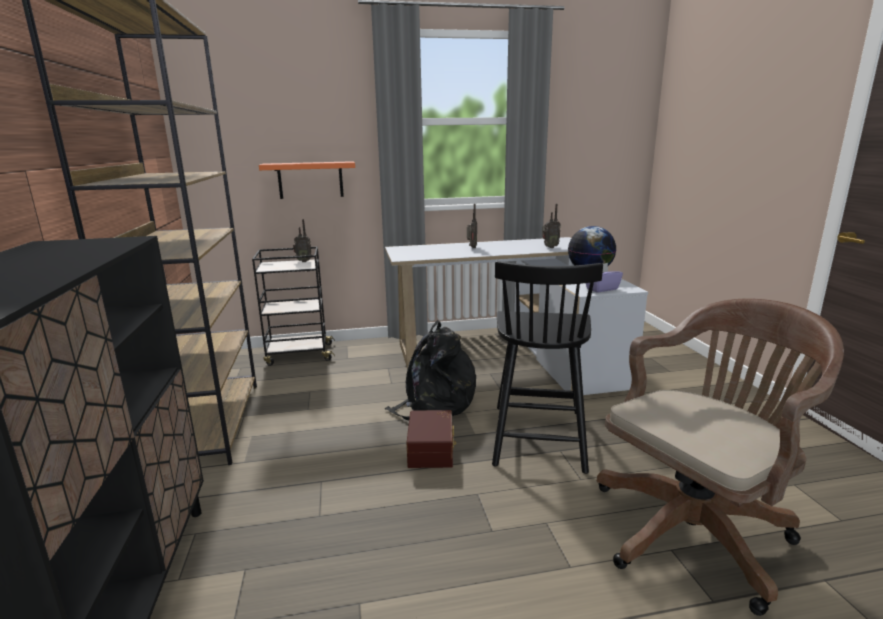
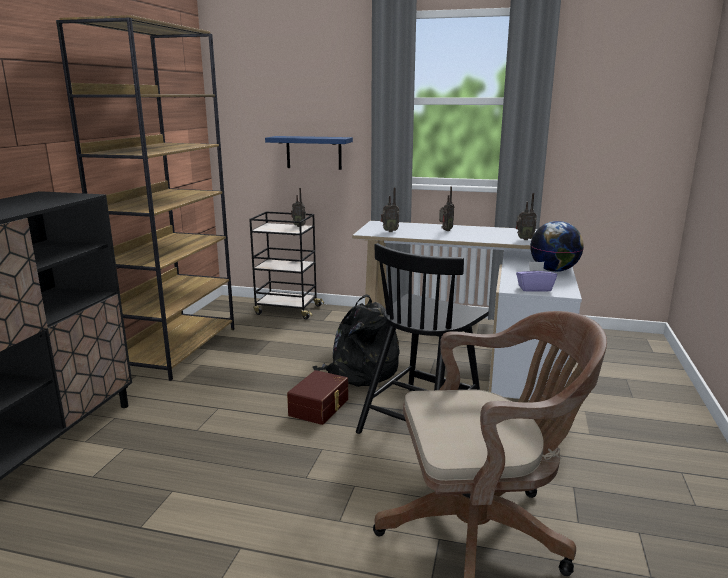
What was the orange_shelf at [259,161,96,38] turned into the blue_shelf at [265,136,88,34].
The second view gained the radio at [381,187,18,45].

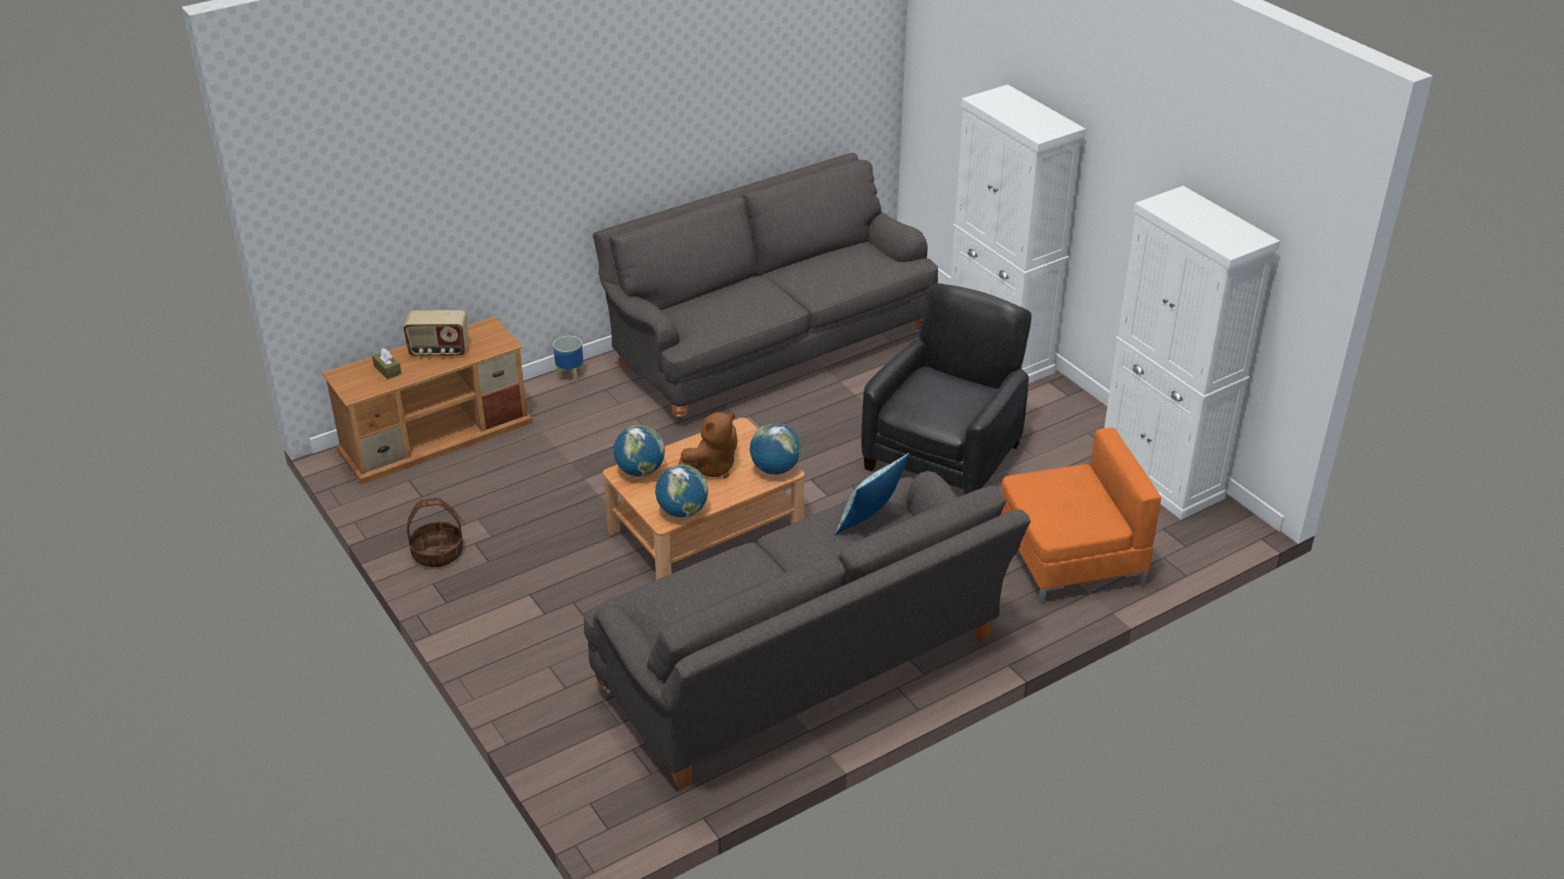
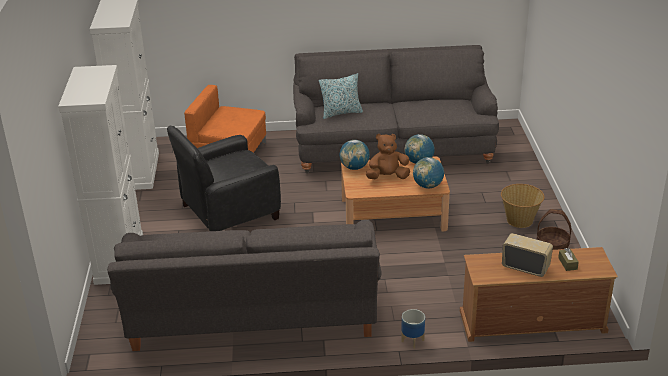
The second view gained the basket at [501,184,44,44].

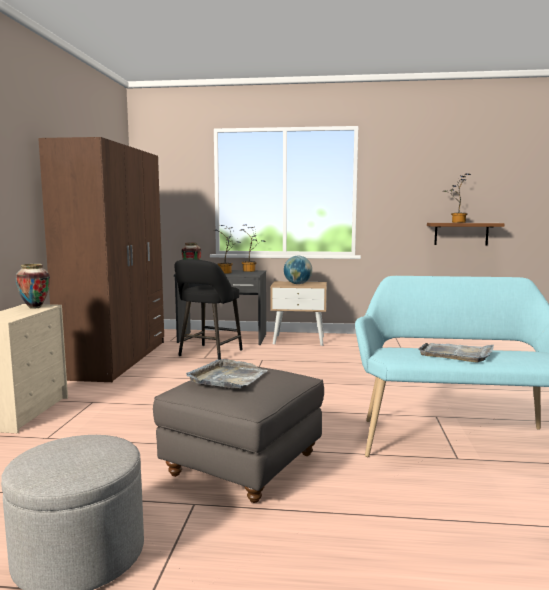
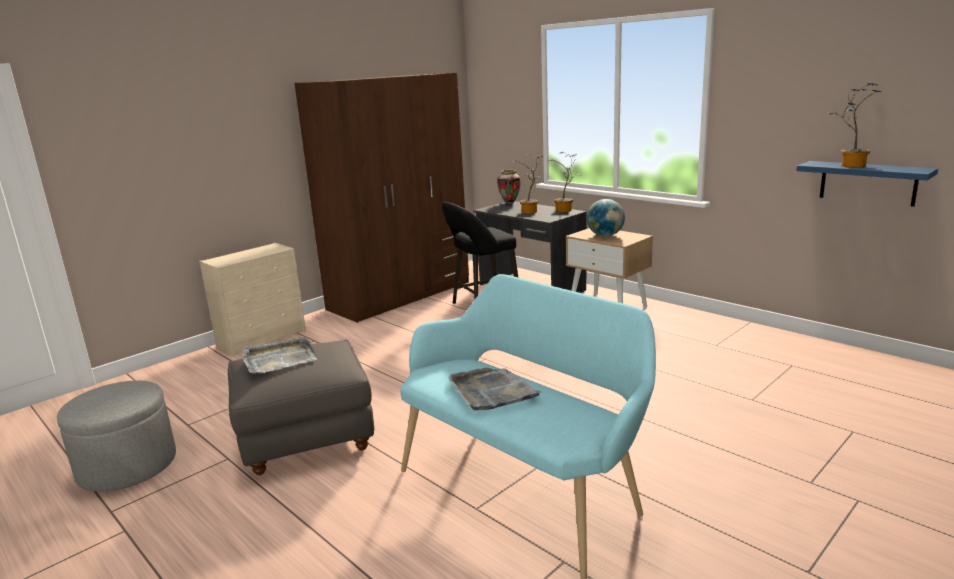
What was the brown_shelf at [427,223,78,22] turned into the blue_shelf at [796,161,142,46].
The second view lost the vase at [15,264,35,45].

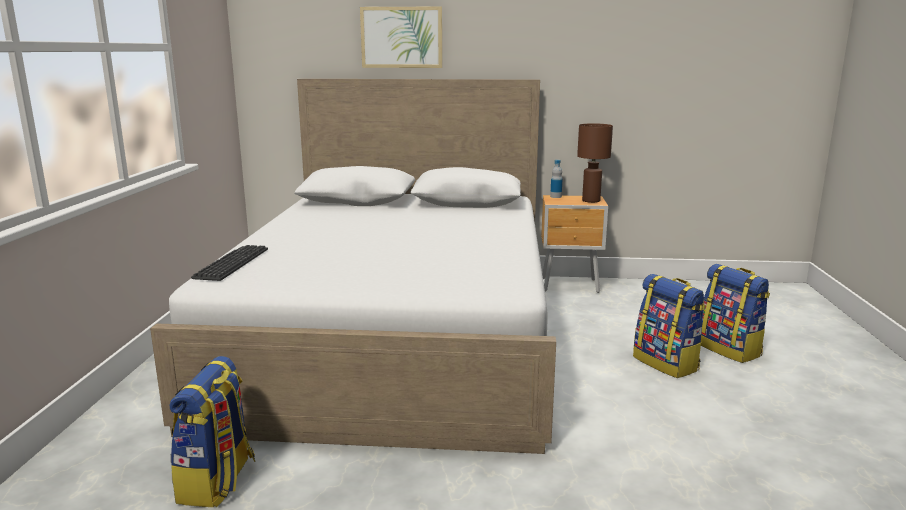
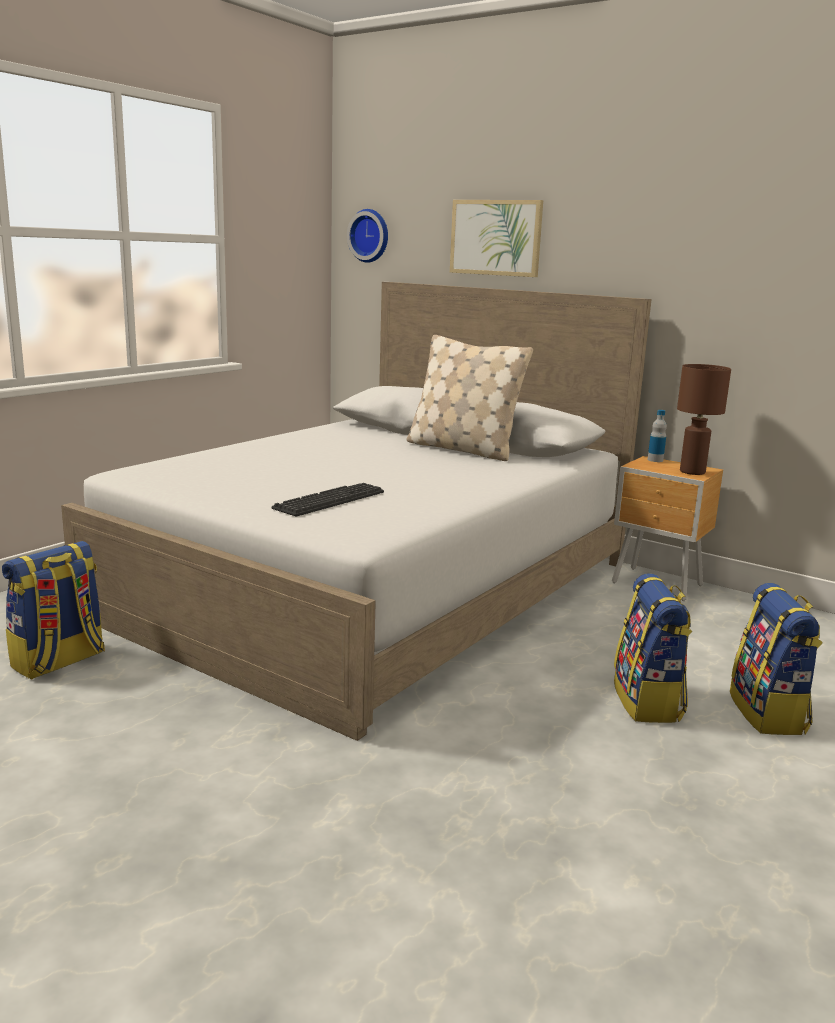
The keyboard ended up elsewhere, having gone from [191,245,77,36] to [272,483,112,33].
The second view gained the wall_clock at [347,209,41,54].
The second view gained the beige_pillow at [406,335,127,126].

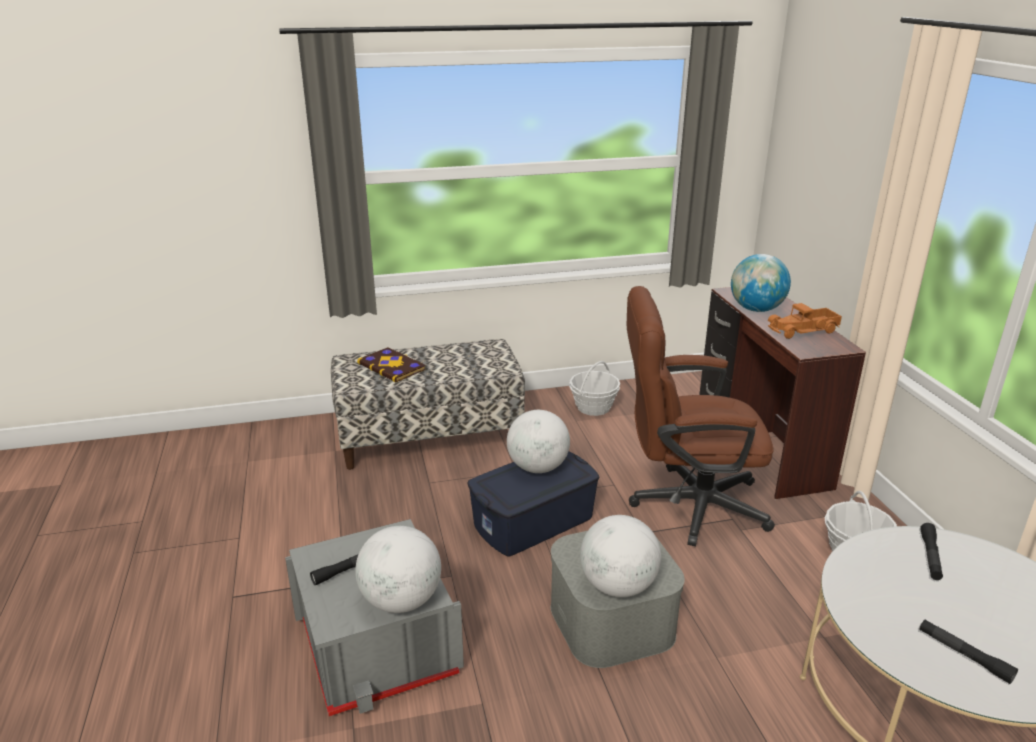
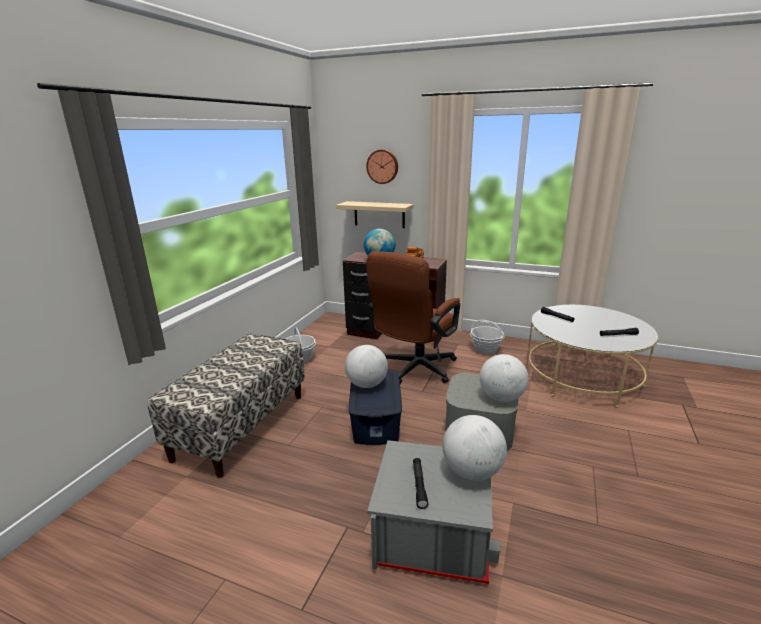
The second view lost the book at [357,347,69,36].
The second view gained the wall_clock at [366,150,32,34].
The second view gained the beige_shelf at [336,201,78,27].

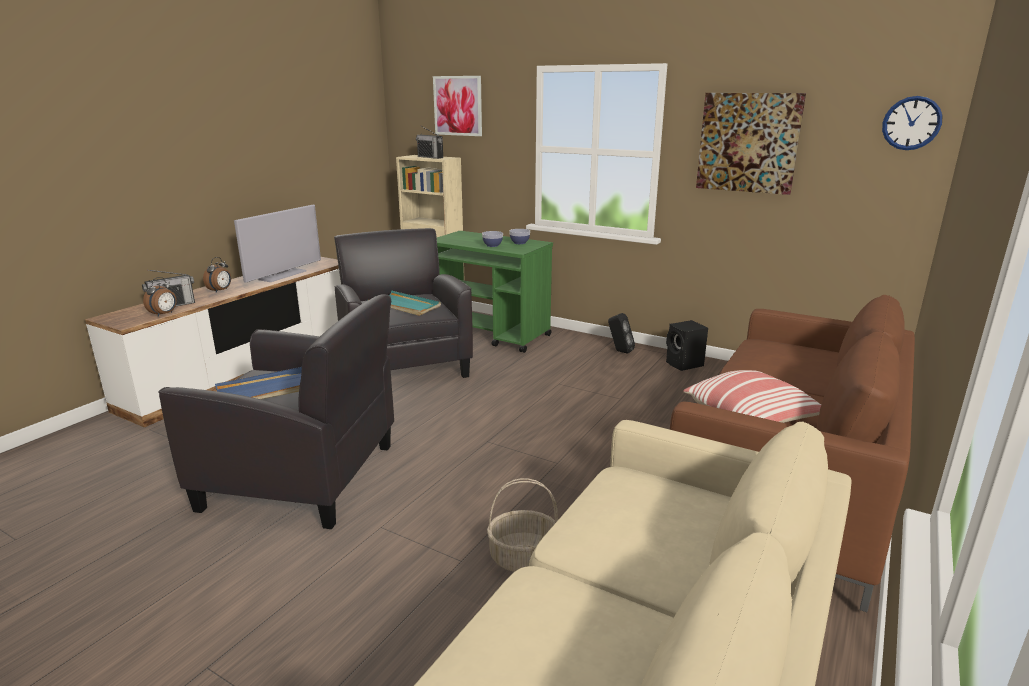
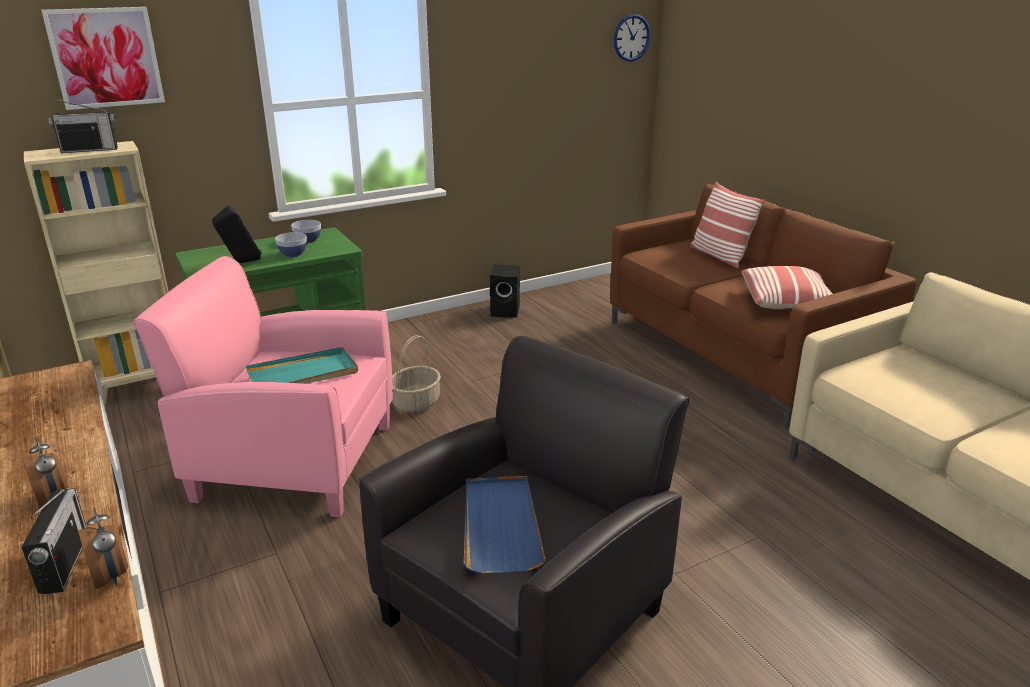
The second view lost the picture at [696,93,110,102].
The second view lost the television at [234,205,87,78].
What was the black_armchair at [334,228,139,150] turned into the pink_armchair at [134,256,259,262].
The black_speaker ended up elsewhere, having gone from [608,313,27,41] to [212,205,50,58].
The basket ended up elsewhere, having gone from [487,478,71,94] to [392,335,49,77].
The second view gained the pillow at [690,181,75,87].

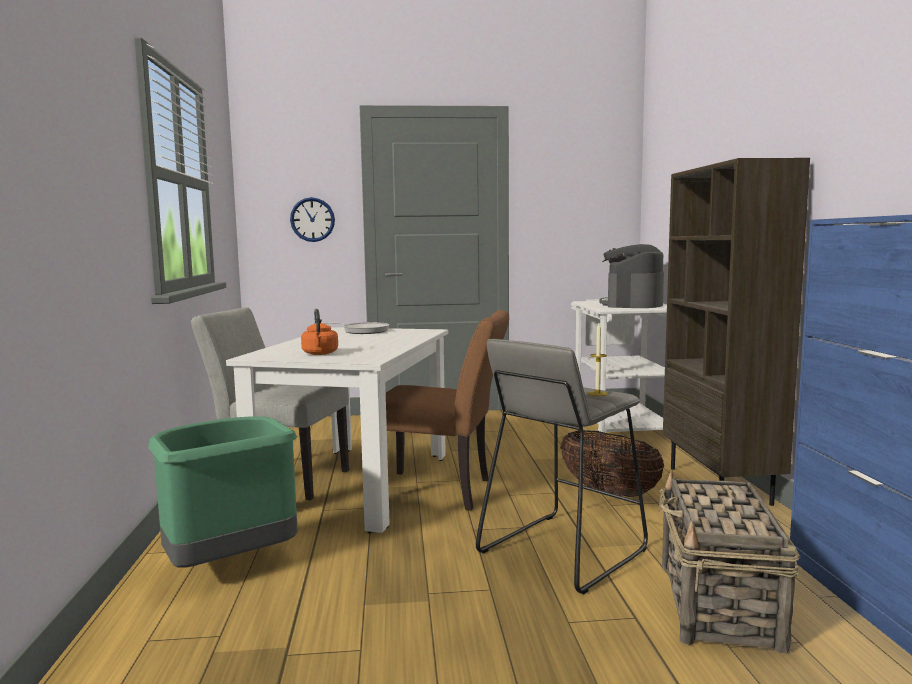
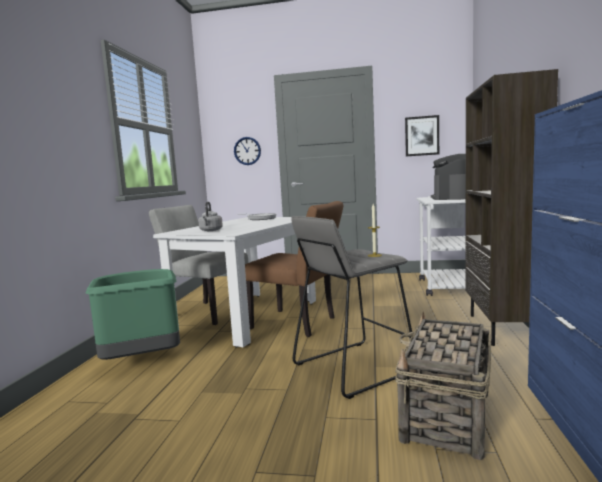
What was the orange_kettle at [301,309,37,46] turned into the grey_kettle at [198,202,25,29].
The second view lost the basket at [560,430,104,67].
The second view gained the picture at [405,115,34,41].

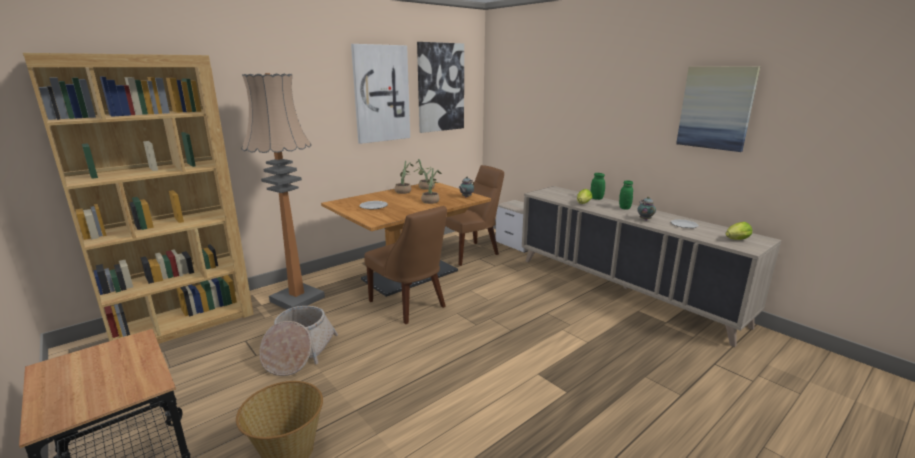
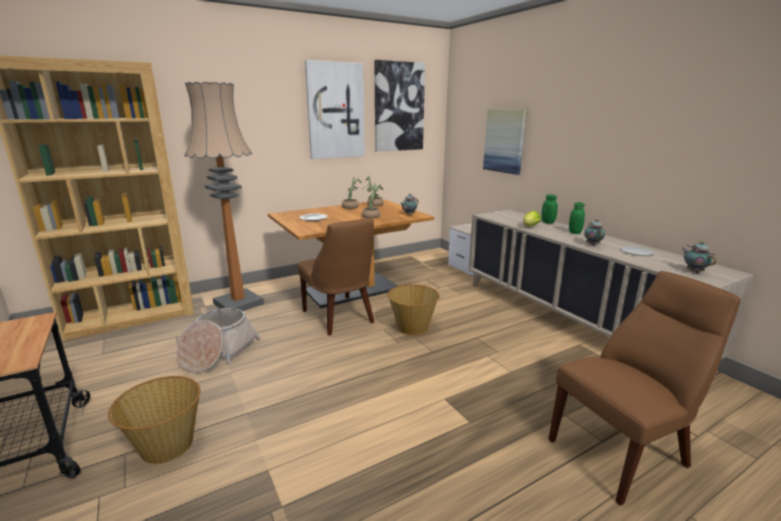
The picture ended up elsewhere, having gone from [676,67,84,85] to [483,109,44,66].
The brown_chair ended up elsewhere, having gone from [445,165,59,101] to [548,271,193,234].
Where the lettuce stood at [726,222,26,18], the teapot came to stand at [682,241,34,32].
The second view gained the basket at [387,285,53,50].

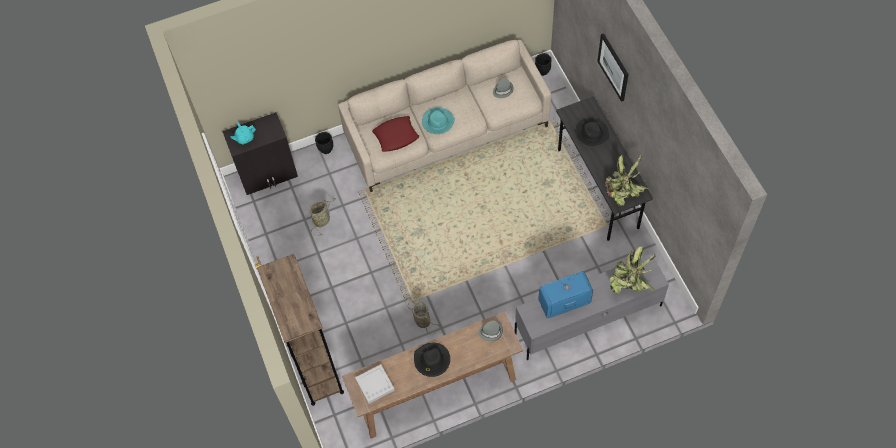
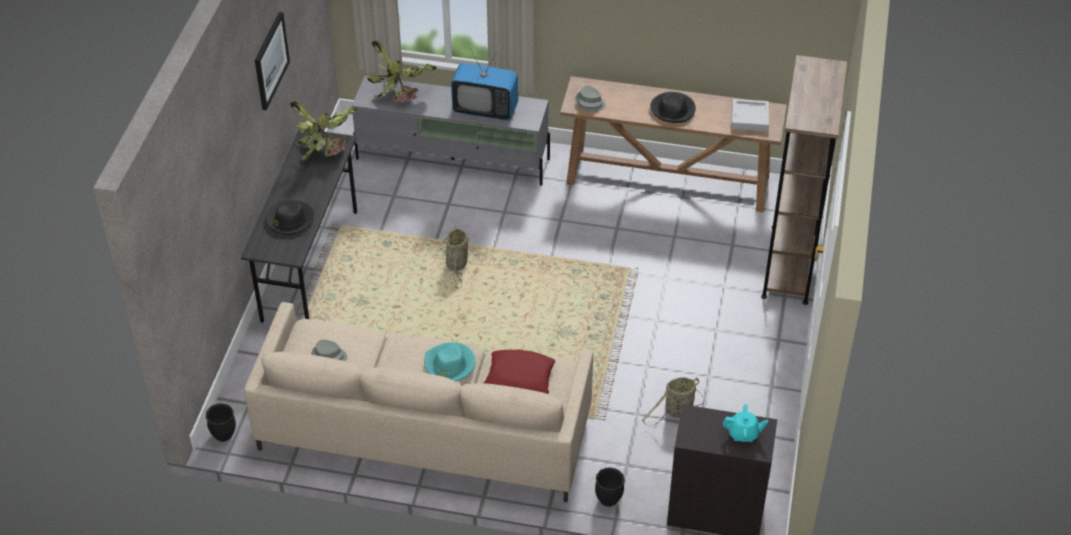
The picture ended up elsewhere, having gone from [597,33,32,69] to [255,12,35,98].
The basket ended up elsewhere, having gone from [405,298,36,37] to [442,225,26,63].

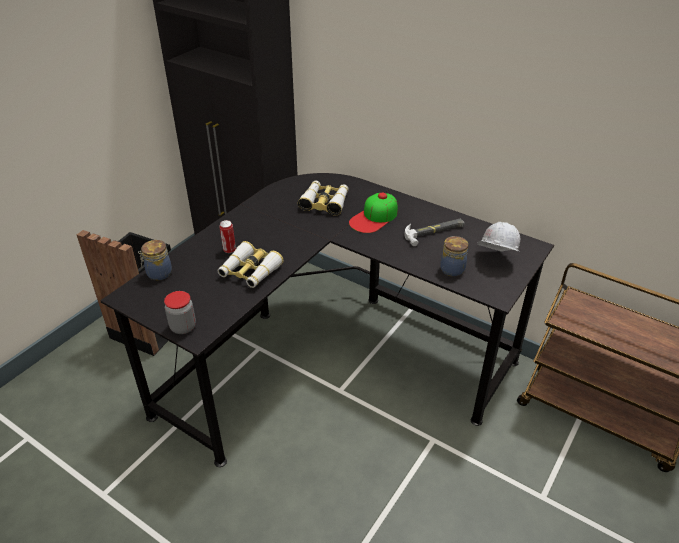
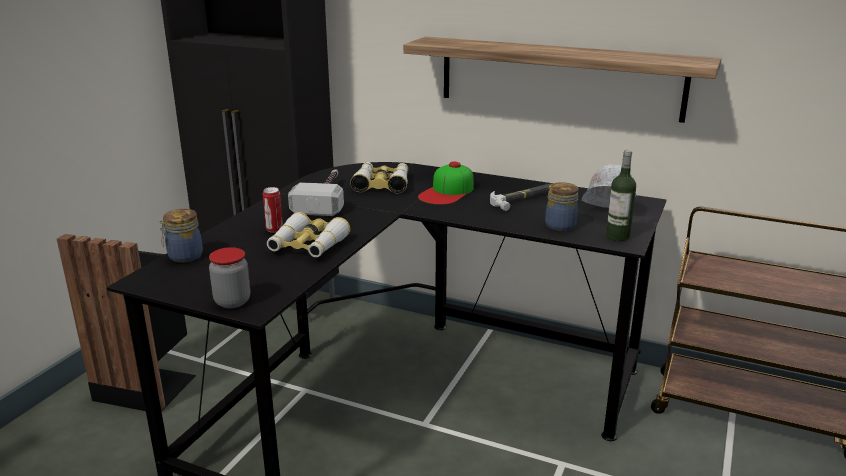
The second view gained the shelf at [403,37,319,86].
The second view gained the bottle at [606,150,30,91].
The second view gained the hammer at [288,169,56,47].

